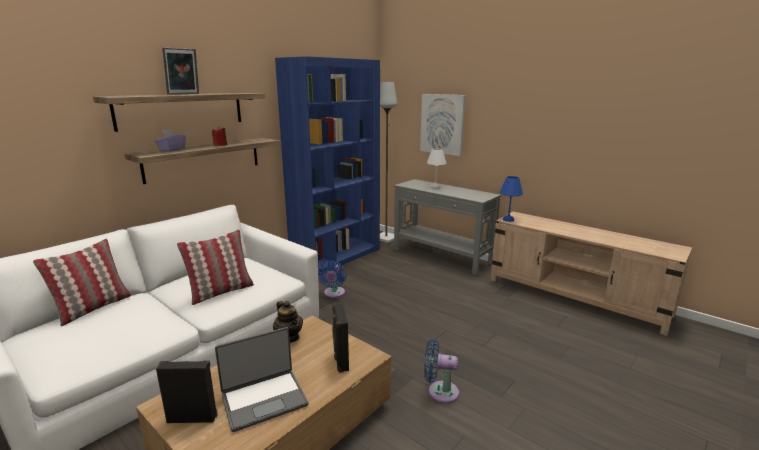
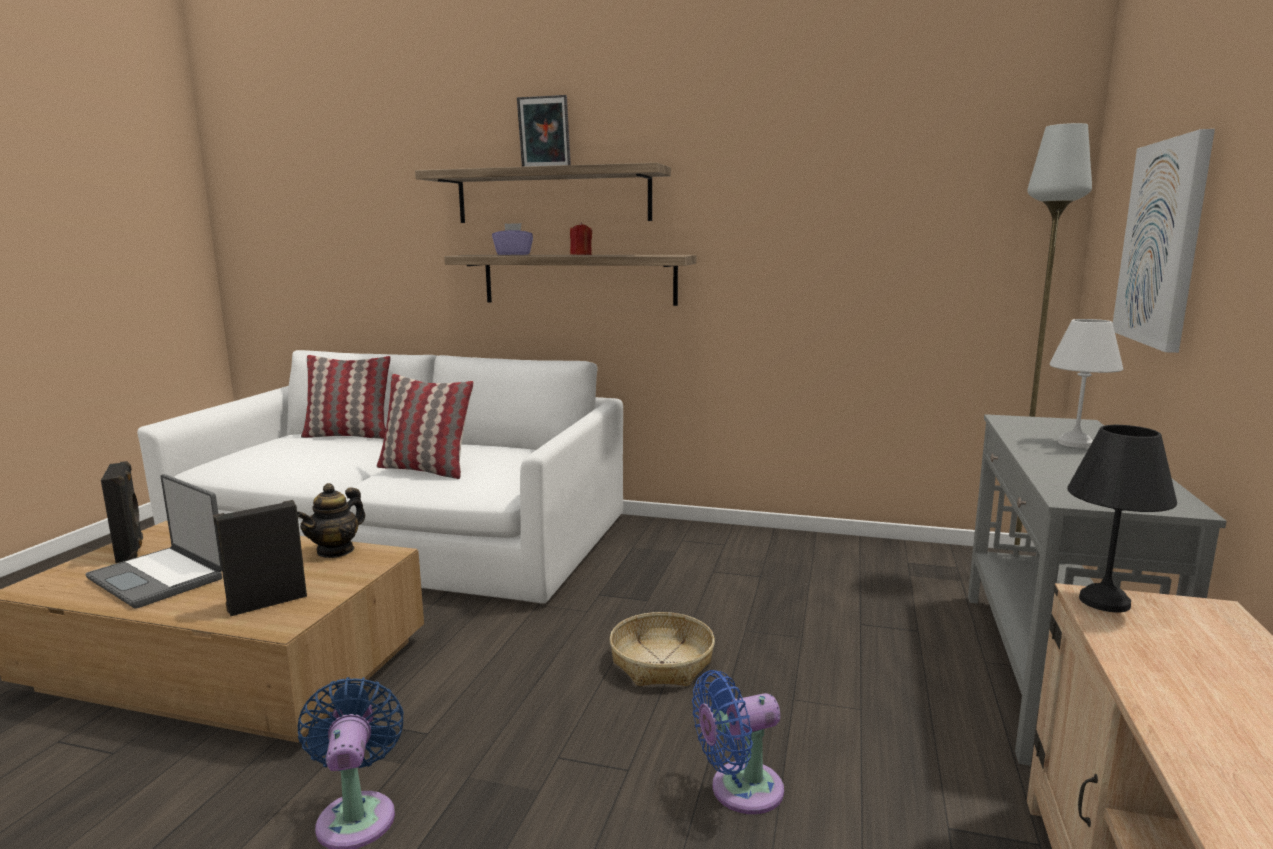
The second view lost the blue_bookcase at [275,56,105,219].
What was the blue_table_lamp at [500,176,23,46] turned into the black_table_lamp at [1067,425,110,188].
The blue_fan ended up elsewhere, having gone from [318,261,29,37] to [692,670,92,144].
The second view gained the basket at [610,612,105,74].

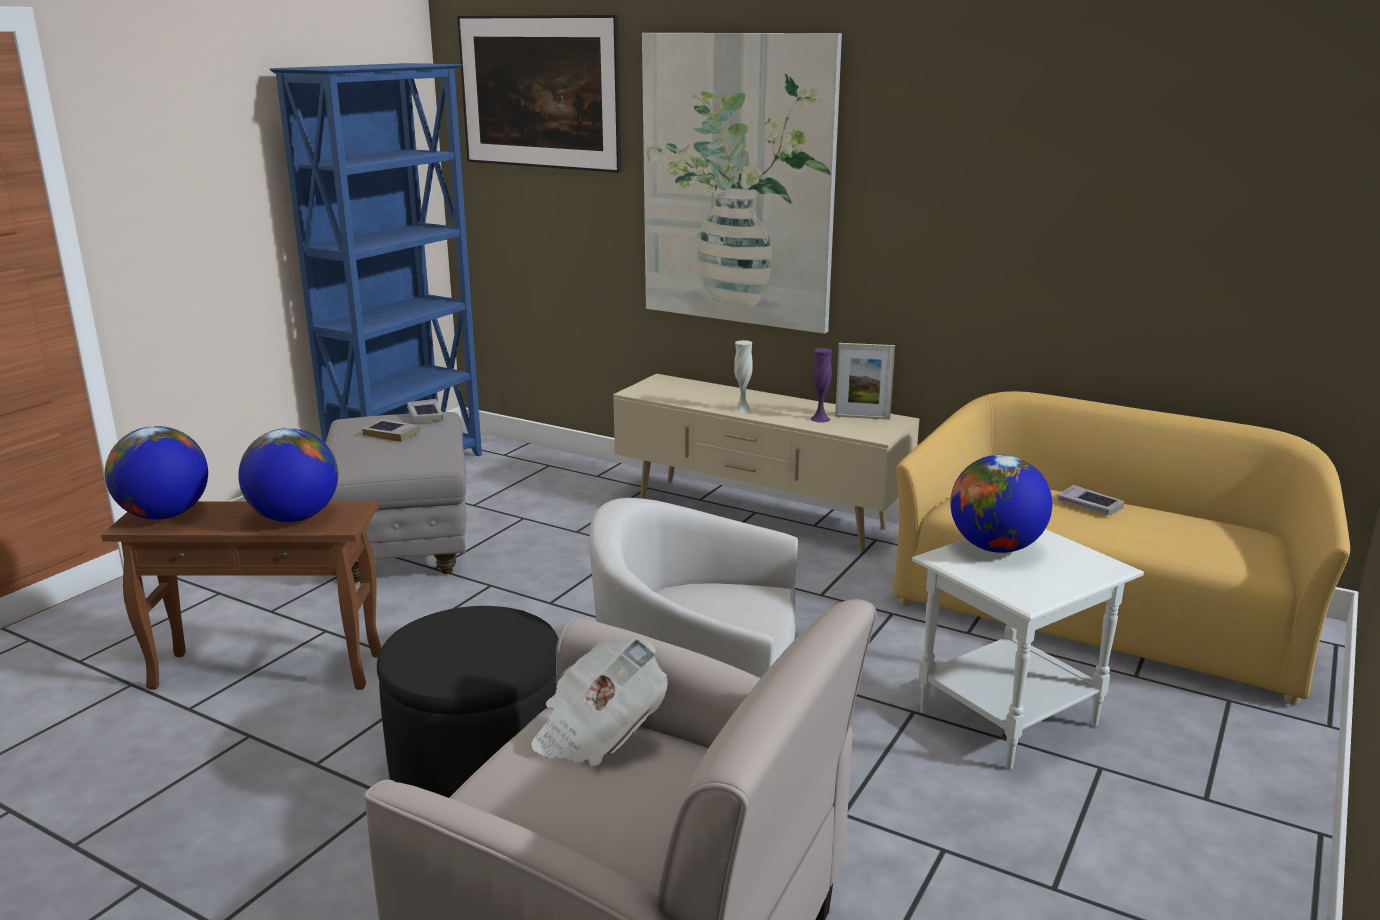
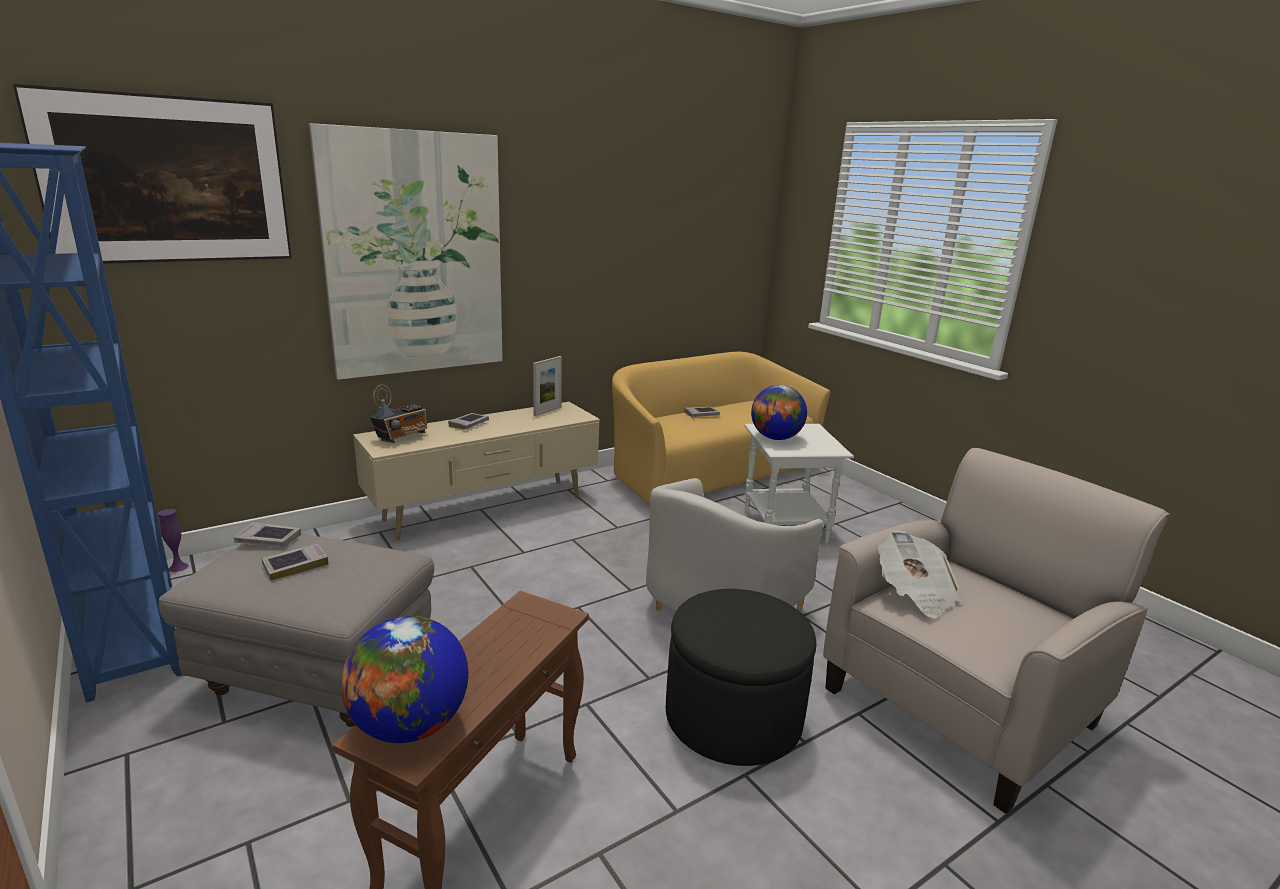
The second view lost the white_vase at [733,340,20,73].
The purple_vase ended up elsewhere, having gone from [810,348,22,74] to [158,509,31,63].
The second view lost the globe at [238,428,100,94].
The second view gained the radio at [370,385,57,58].
The second view gained the book at [448,413,41,17].

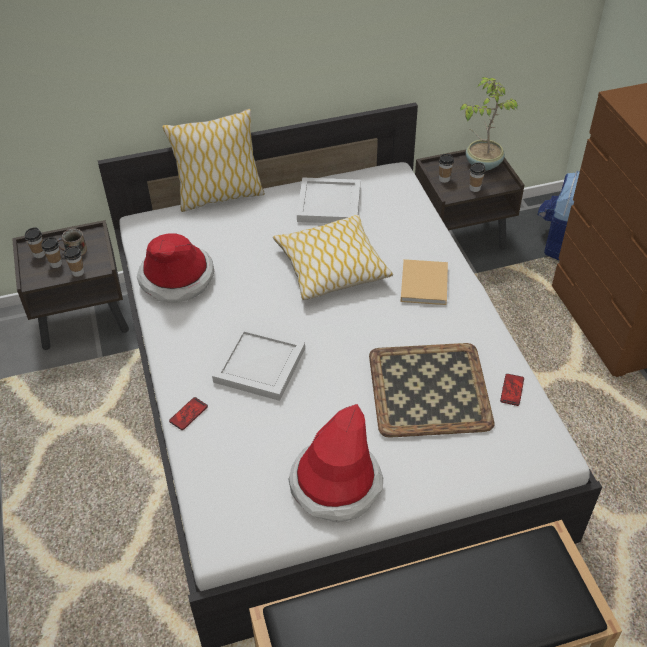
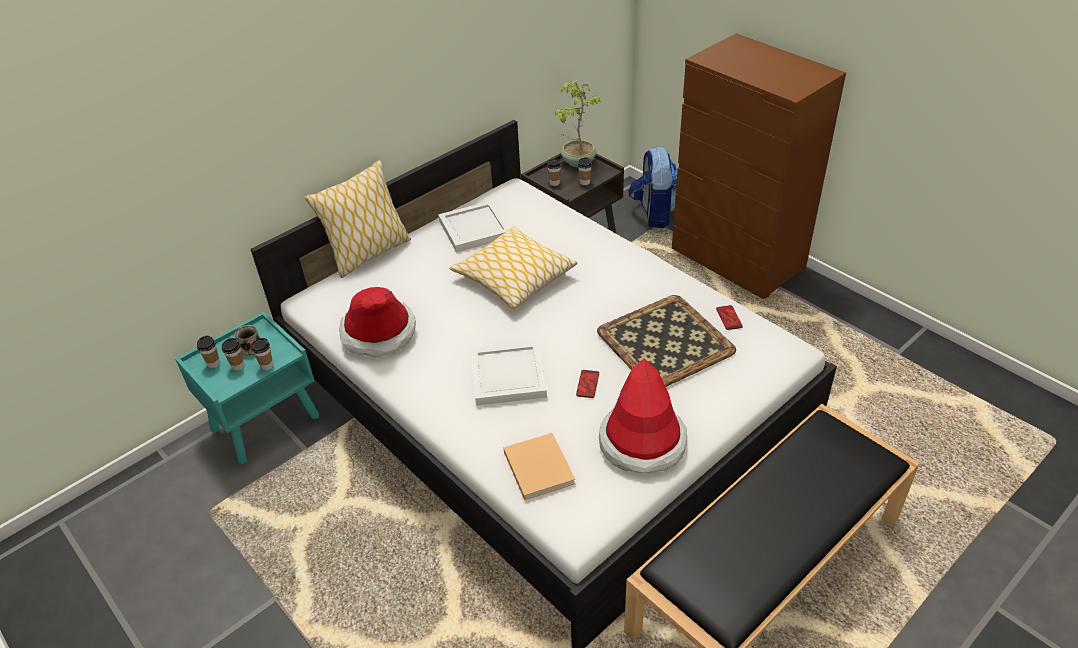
What was the brown_nightstand at [12,220,117,130] turned into the turquoise_nightstand at [175,312,144,152].
The beige_book ended up elsewhere, having gone from [400,259,48,46] to [503,433,72,67].
The phone ended up elsewhere, having gone from [169,397,39,33] to [576,370,23,28].

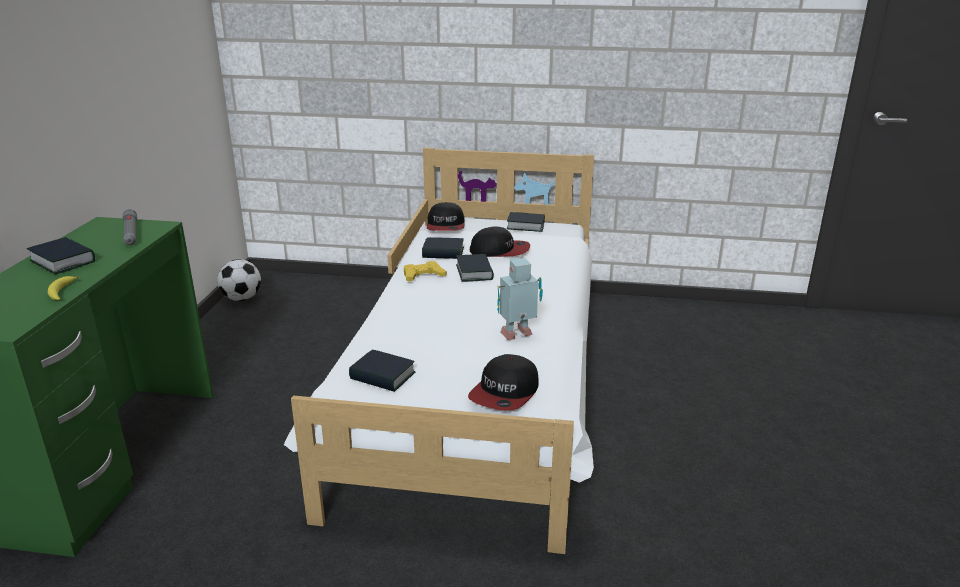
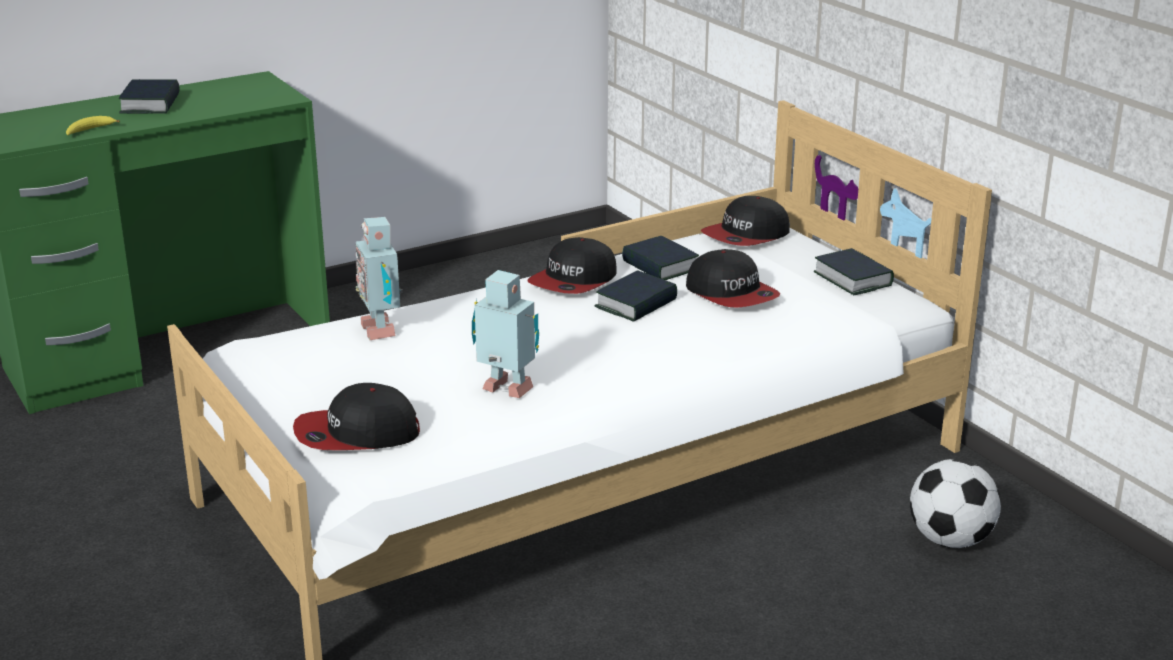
The second view lost the grey_flashlight at [123,209,14,36].
The football ended up elsewhere, having gone from [217,259,44,42] to [910,459,91,89].
Where the yellow_game_controller stood at [404,261,43,20], the cap came to stand at [527,237,90,57].
The second view lost the book at [349,350,66,42].
The second view gained the toy_robot at [355,217,48,123].

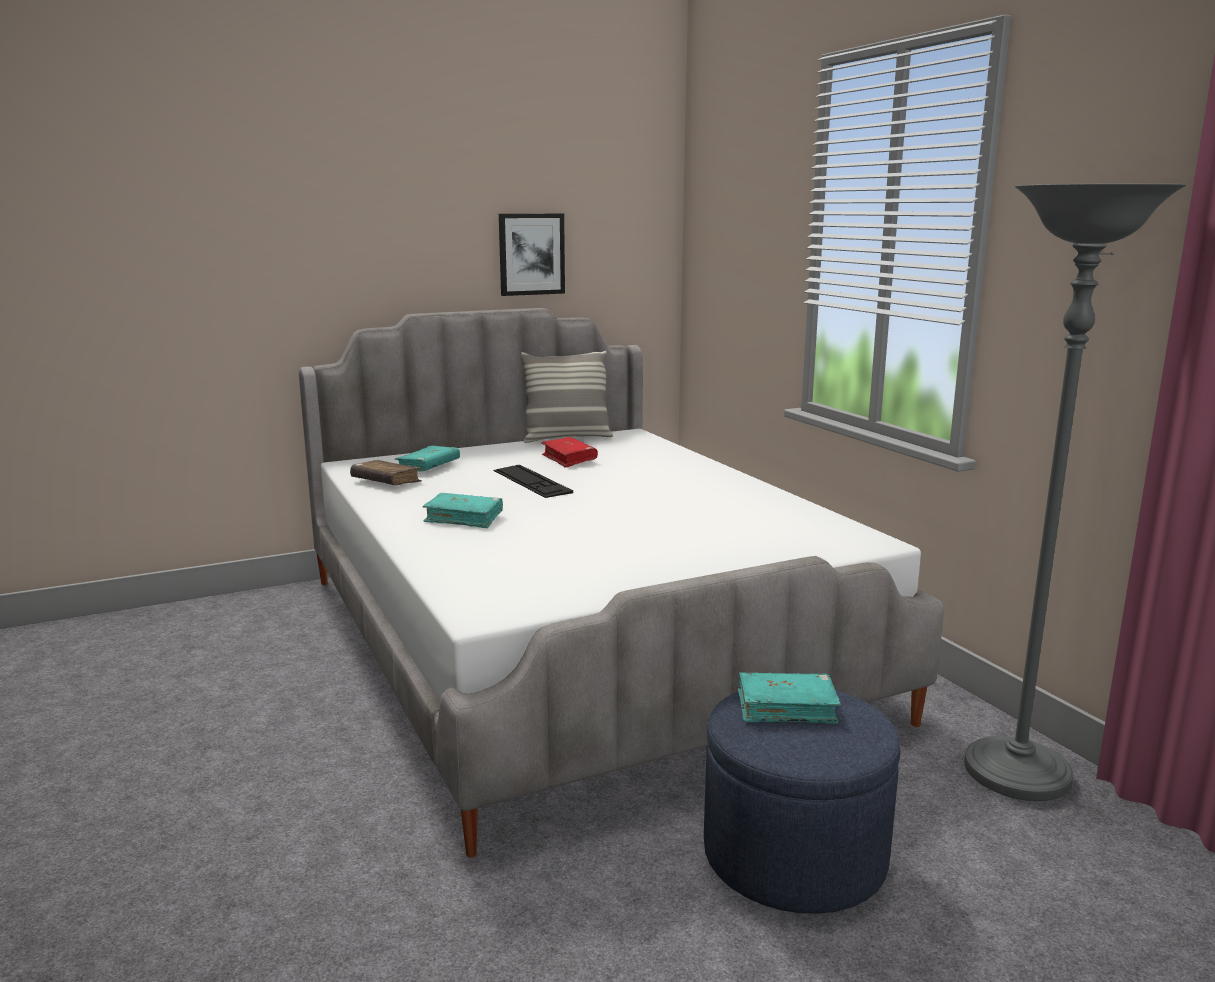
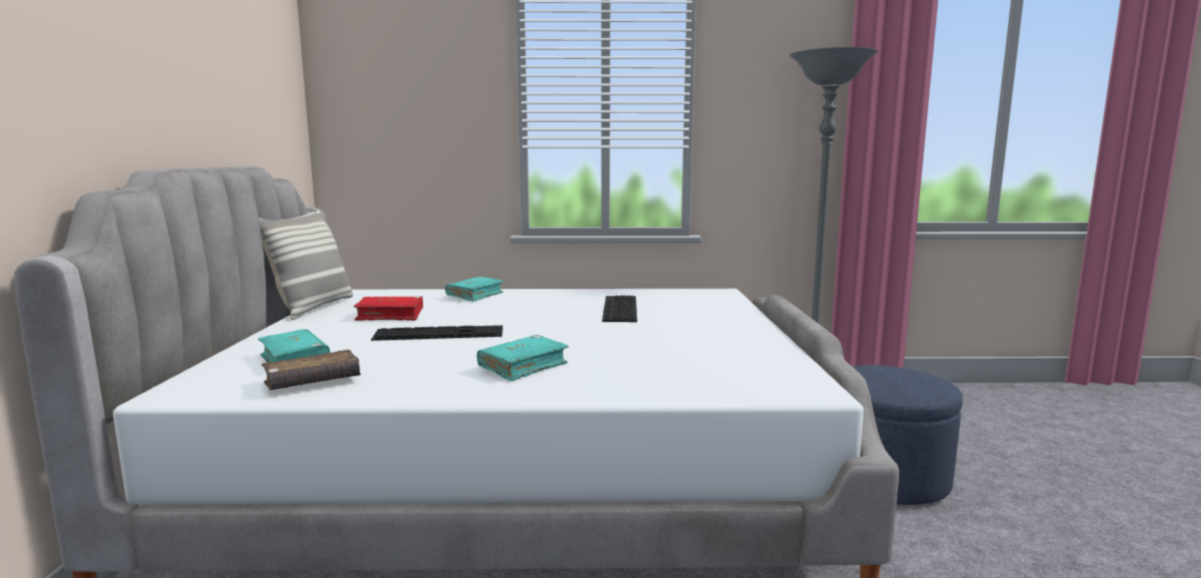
The second view lost the picture at [499,214,66,82].
The turquoise_book ended up elsewhere, having gone from [738,672,103,52] to [445,277,59,25].
The second view gained the keyboard at [602,296,35,26].

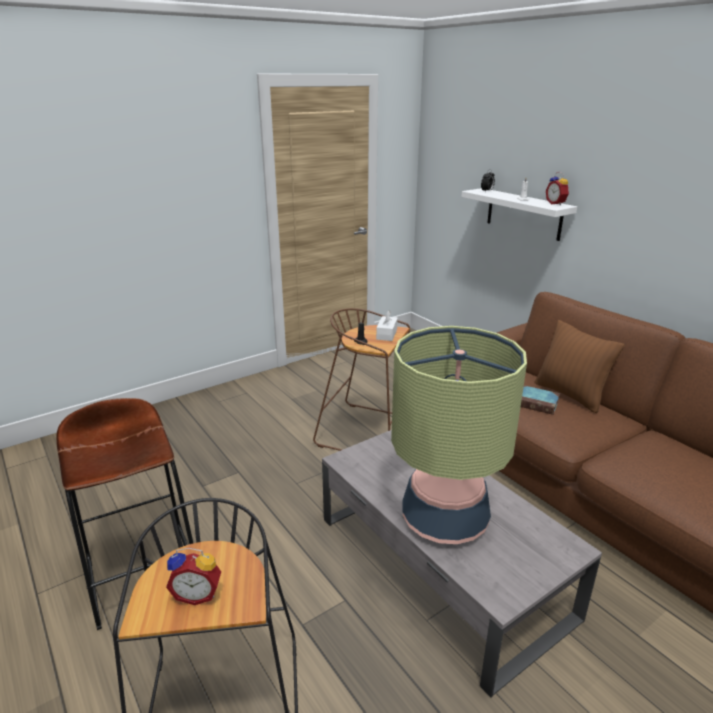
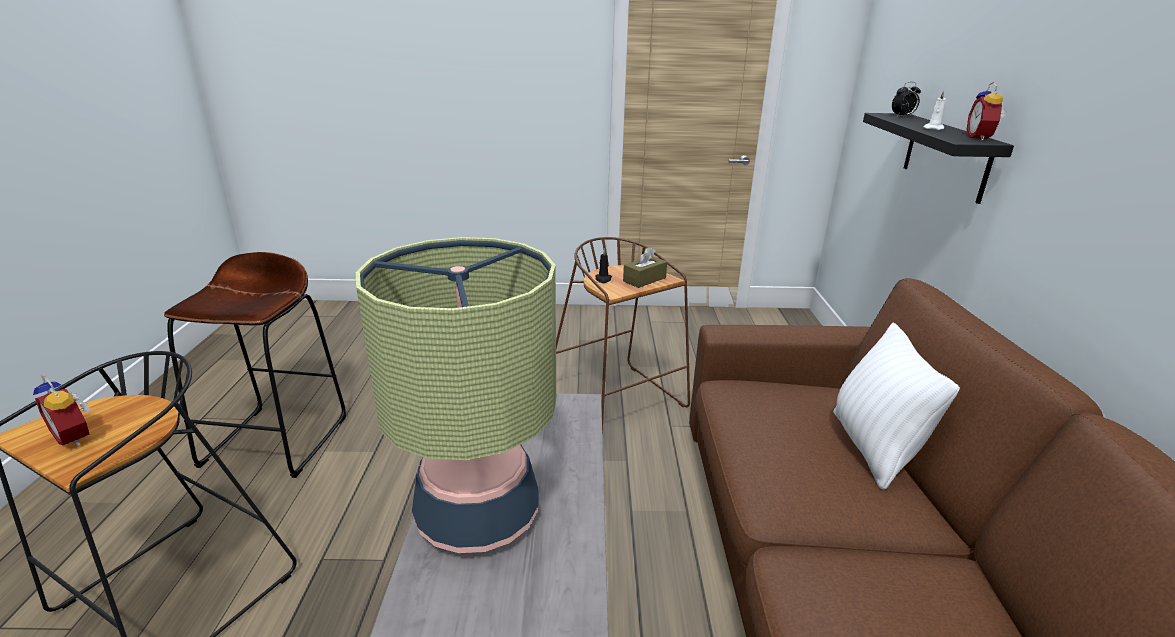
What was the white_shelf at [461,188,116,53] turned into the black_shelf at [863,113,151,91].
What was the white_tissue_box at [376,311,22,30] turned into the brown_tissue_box at [623,247,44,41].
What was the brown_pillow at [534,320,91,93] turned into the white_pillow at [833,323,127,167].
The second view lost the book at [521,385,39,30].

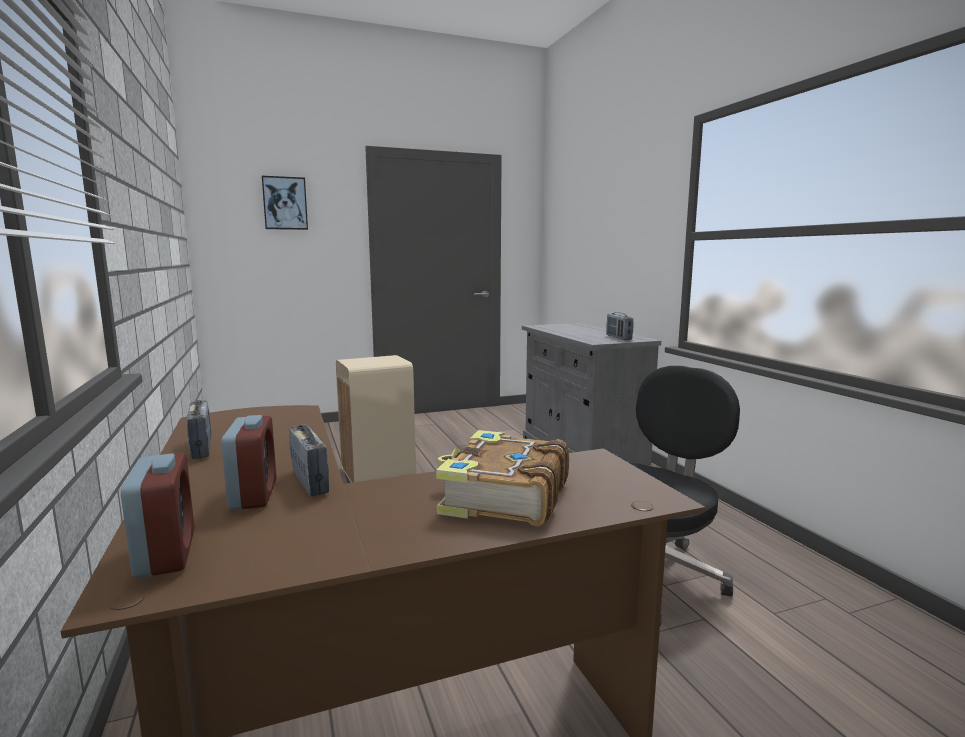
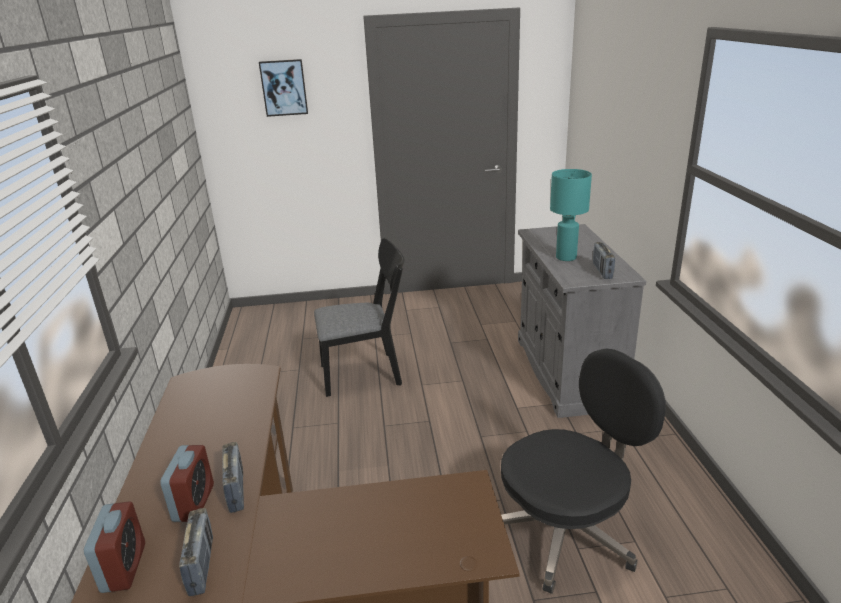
Where the beige_trash_can stood at [336,355,80,128], the black_chair came to stand at [314,238,91,159].
The radio ended up elsewhere, having gone from [187,400,24,59] to [179,508,34,88].
The second view lost the book at [436,430,133,96].
The second view gained the turquoise_table_lamp at [550,169,42,92].

